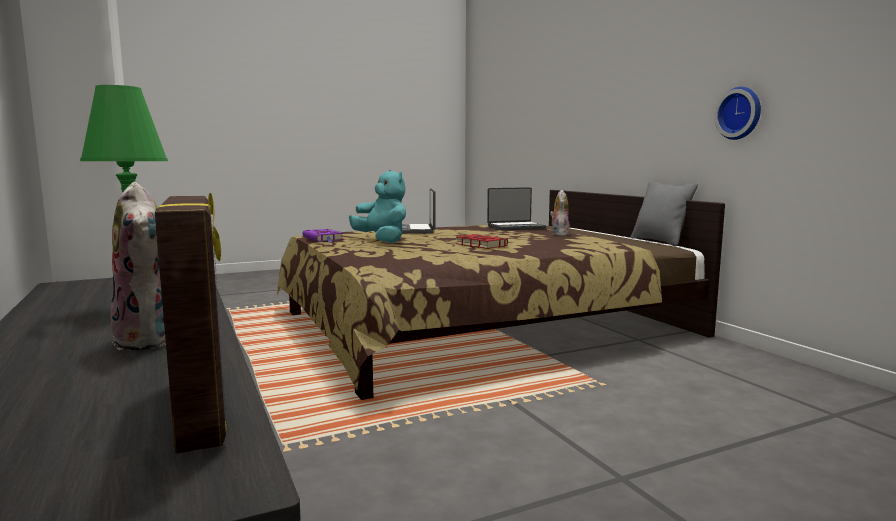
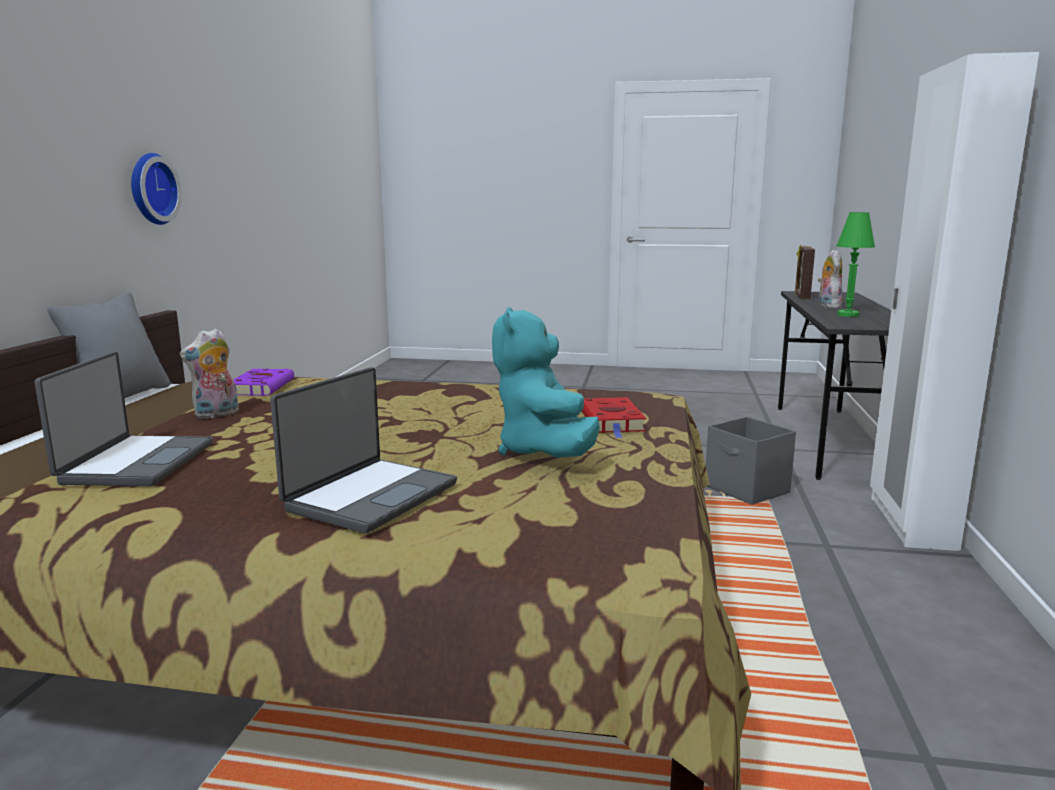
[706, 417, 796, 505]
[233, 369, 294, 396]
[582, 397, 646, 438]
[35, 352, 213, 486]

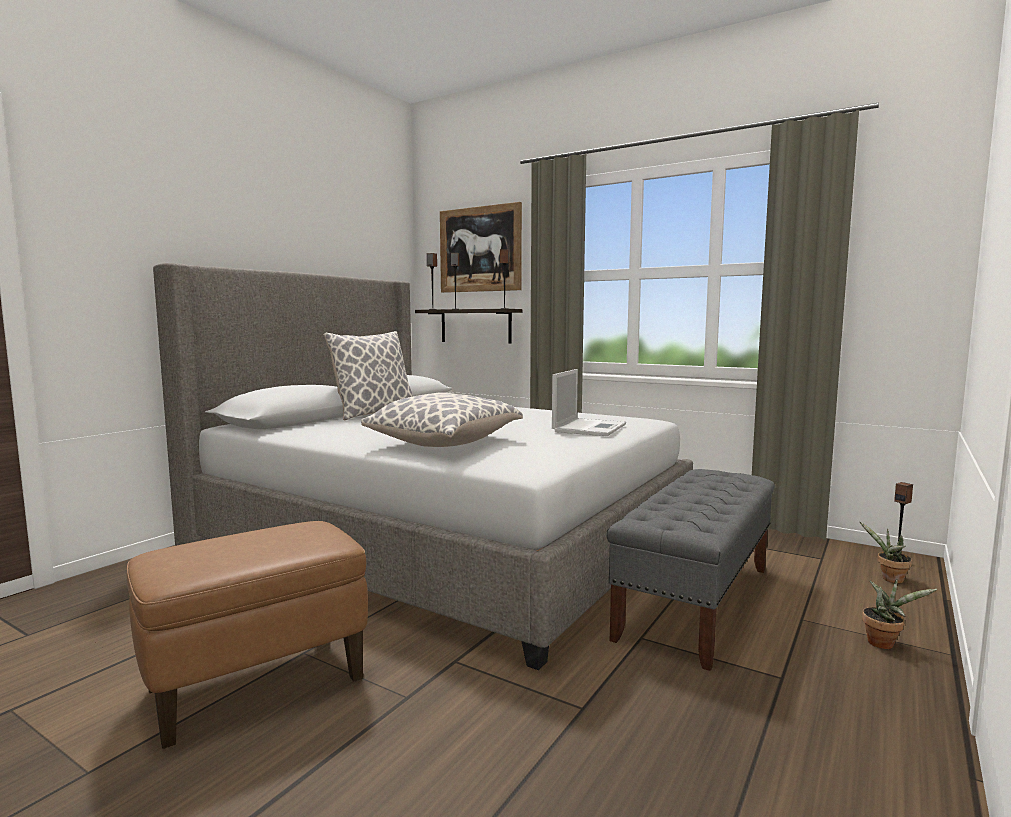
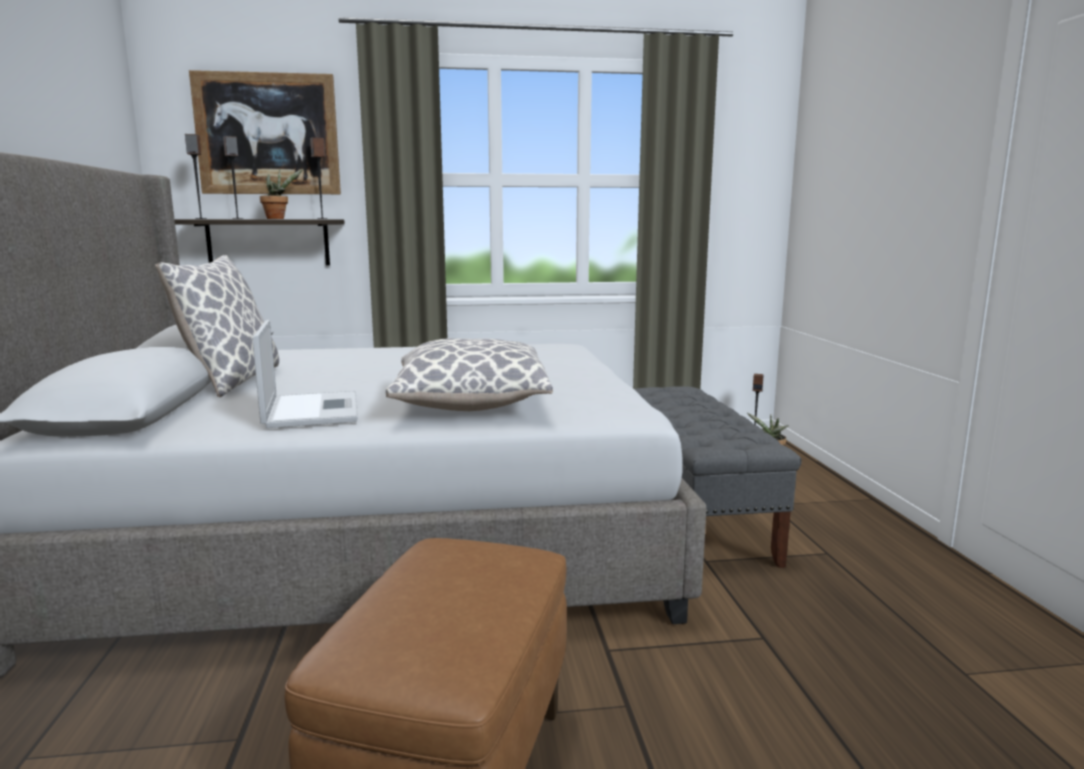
[252, 320, 358, 428]
[260, 168, 303, 219]

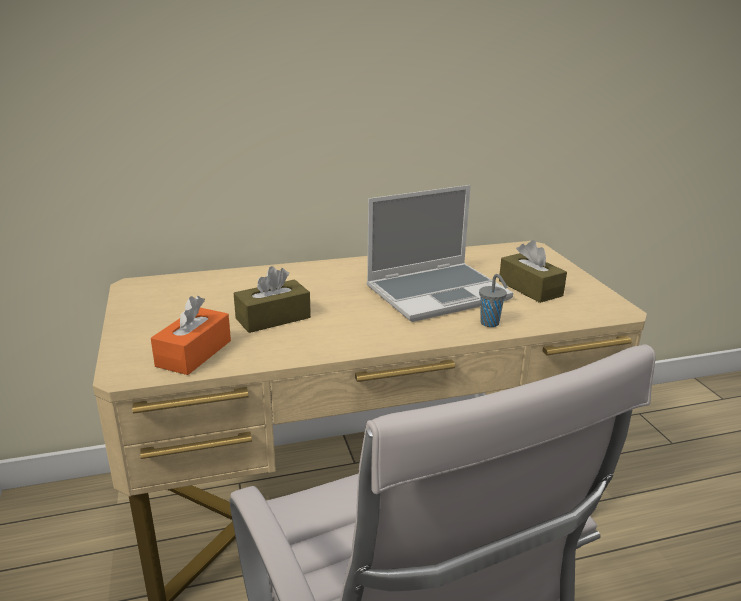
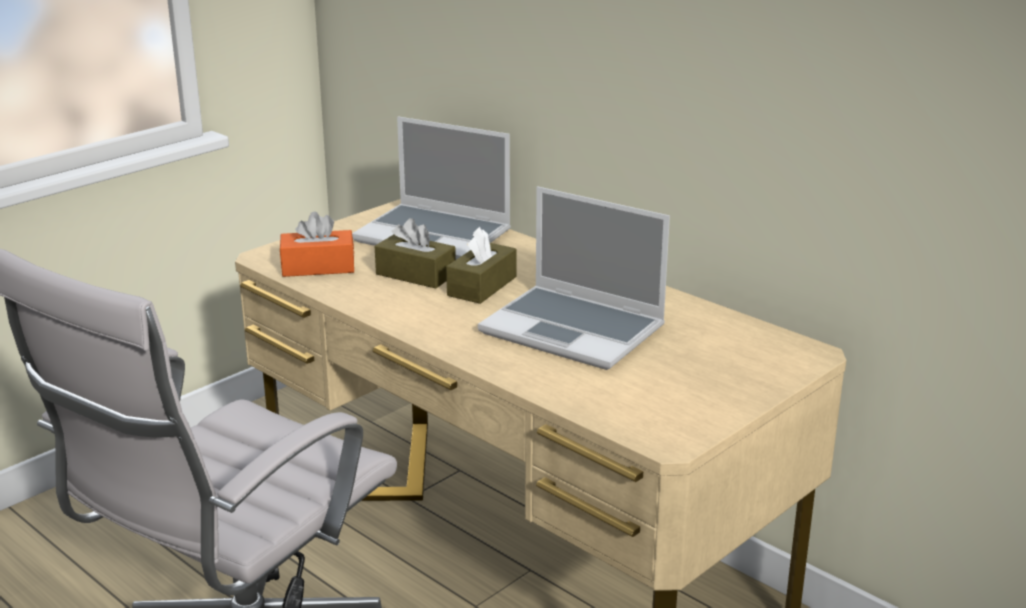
[479, 274, 508, 327] (first image)
[352, 116, 511, 260]
[446, 227, 516, 304]

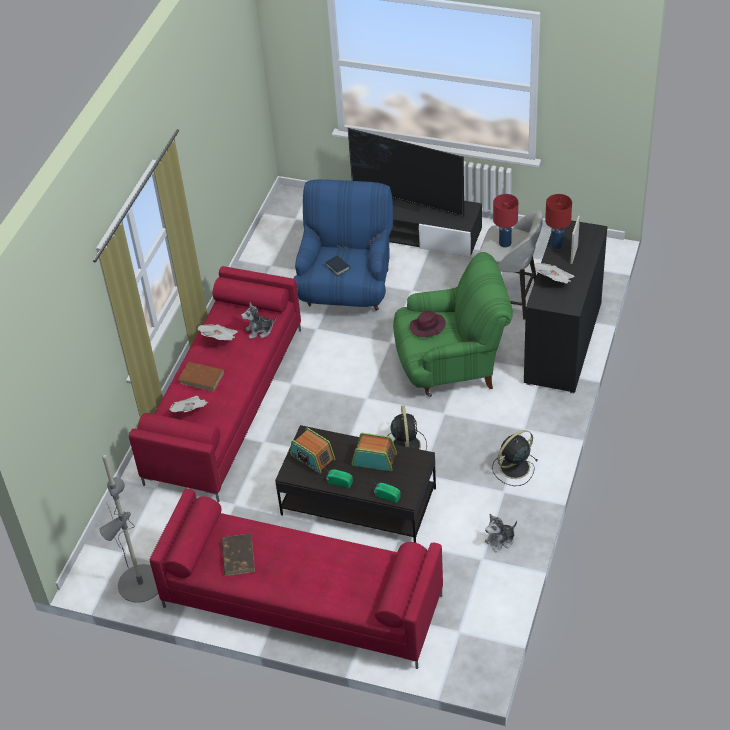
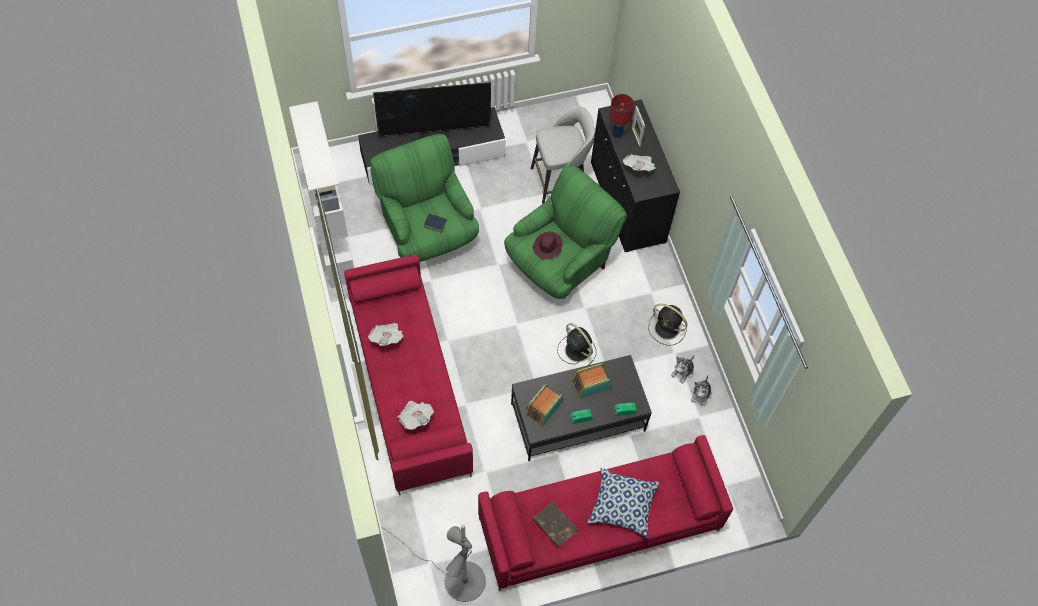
[178, 362, 225, 392] (first image)
[493, 194, 518, 248] (first image)
[289, 101, 354, 288]
[587, 468, 659, 538]
[671, 356, 694, 384]
[370, 134, 479, 262]
[526, 384, 563, 427]
[648, 304, 687, 346]

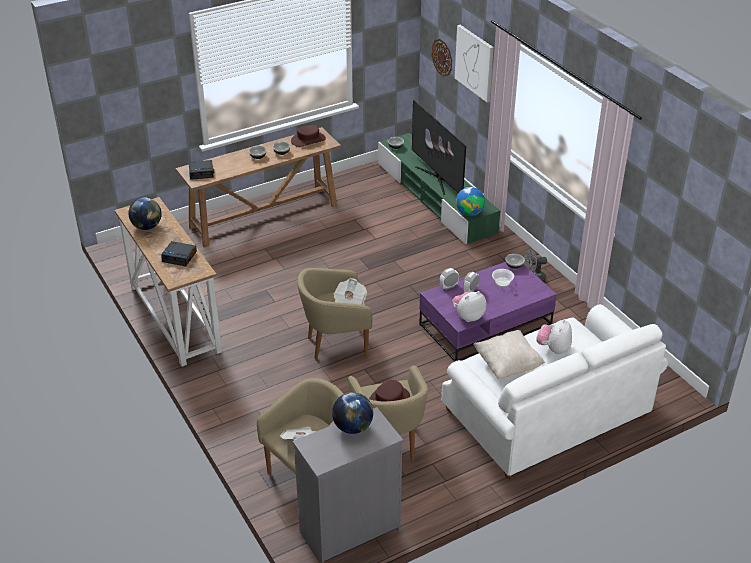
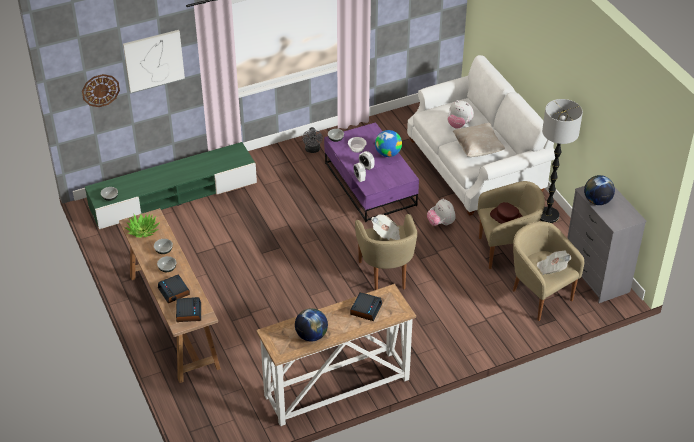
[412, 100, 466, 195] (first image)
[158, 275, 190, 303]
[540, 99, 583, 223]
[427, 199, 456, 226]
[375, 130, 402, 157]
[126, 213, 160, 237]

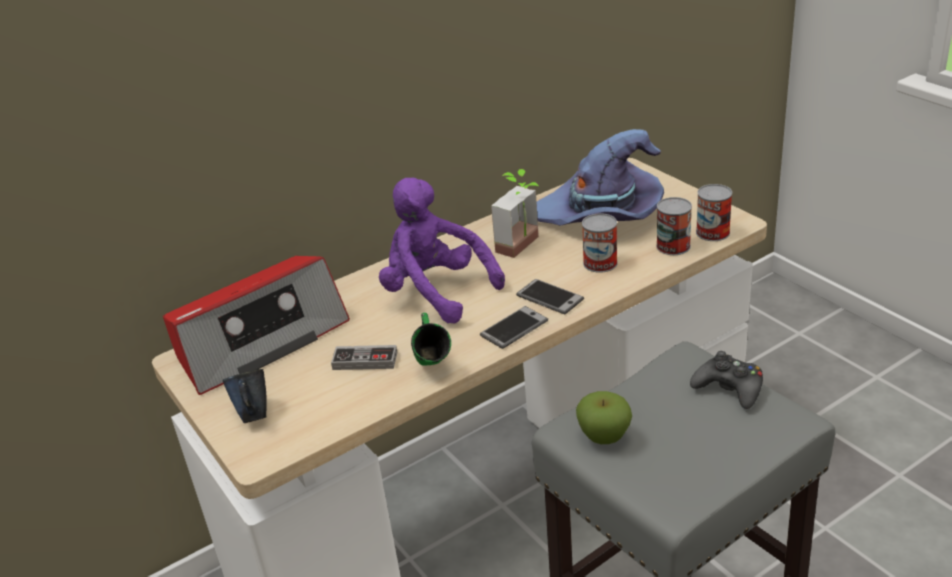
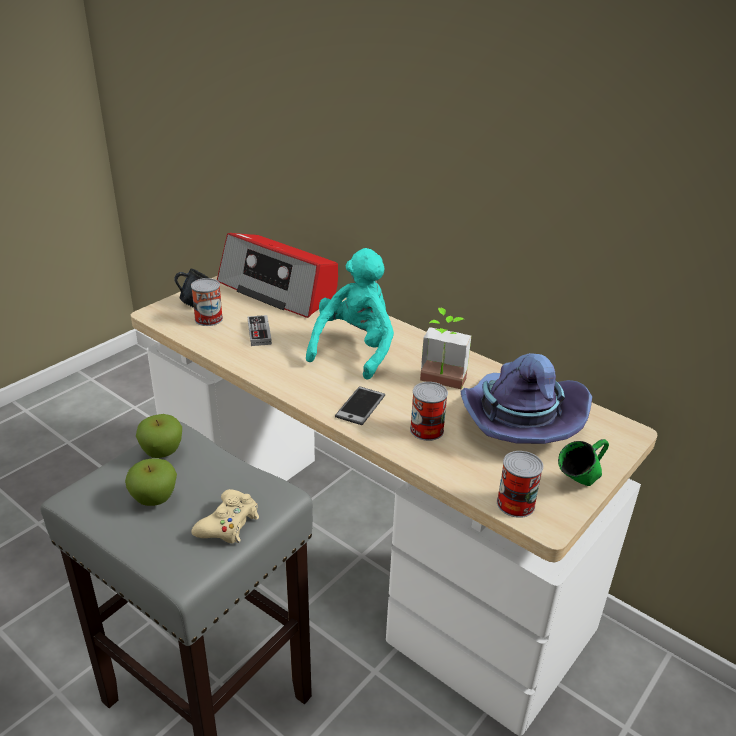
[480, 306, 548, 349] (first image)
[125, 459, 177, 506]
[558, 439, 609, 486]
[191, 278, 223, 326]
[306, 248, 394, 380]
[191, 489, 259, 544]

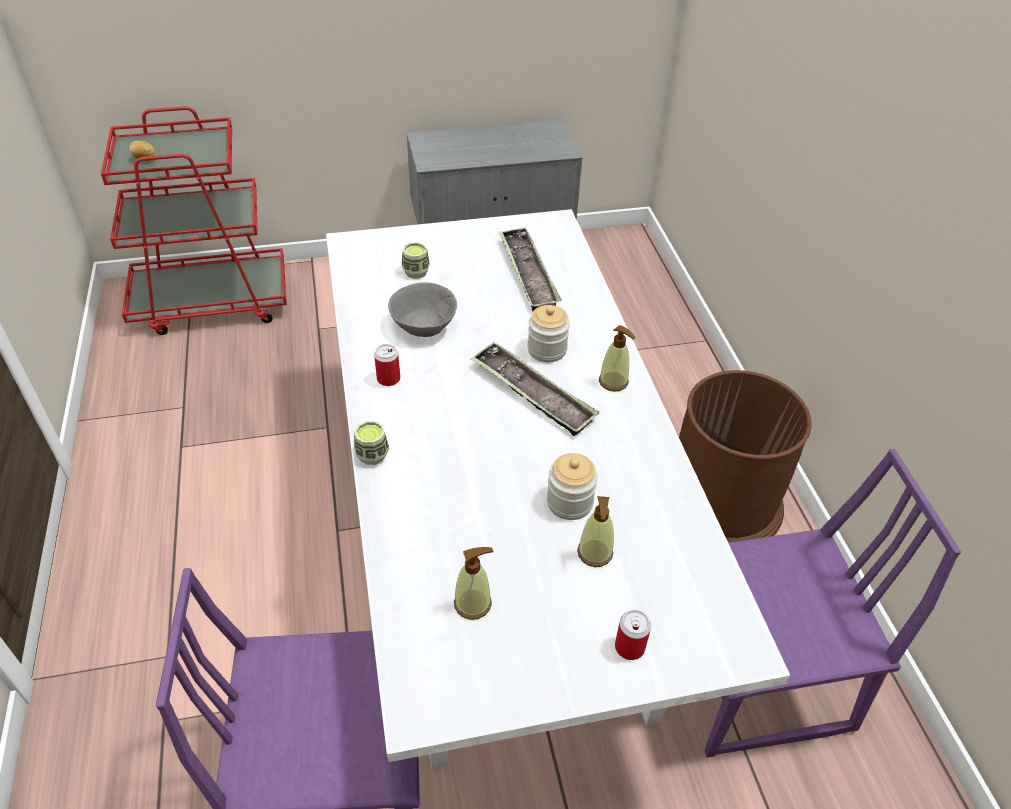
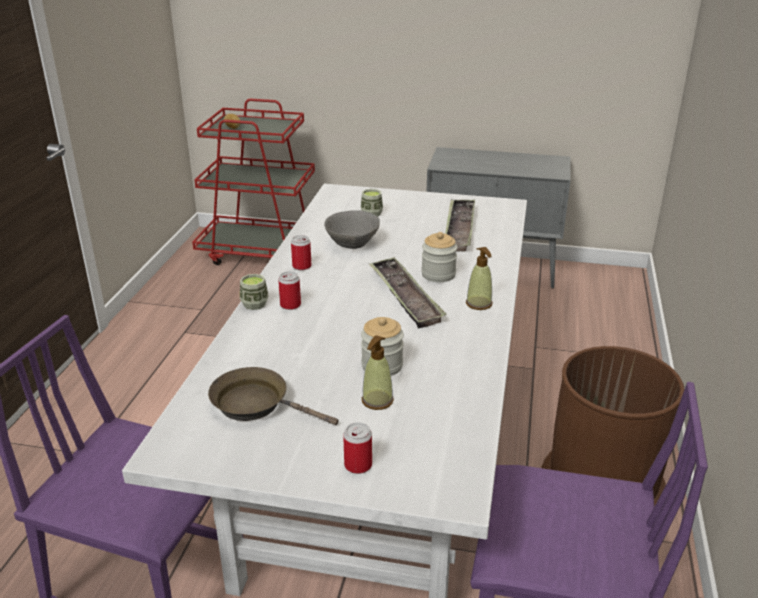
[278, 271, 301, 310]
[208, 367, 339, 425]

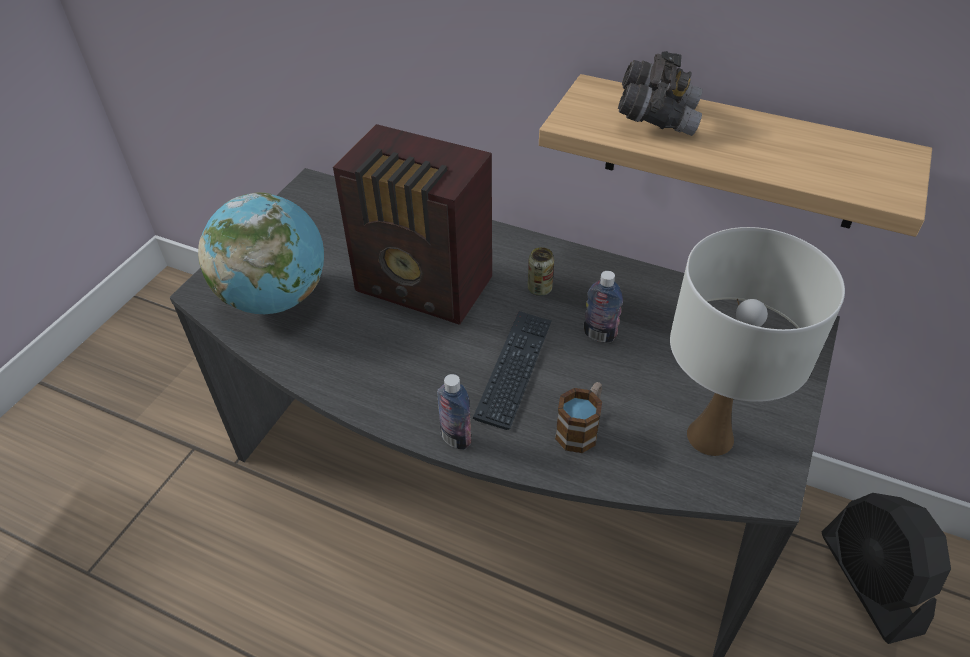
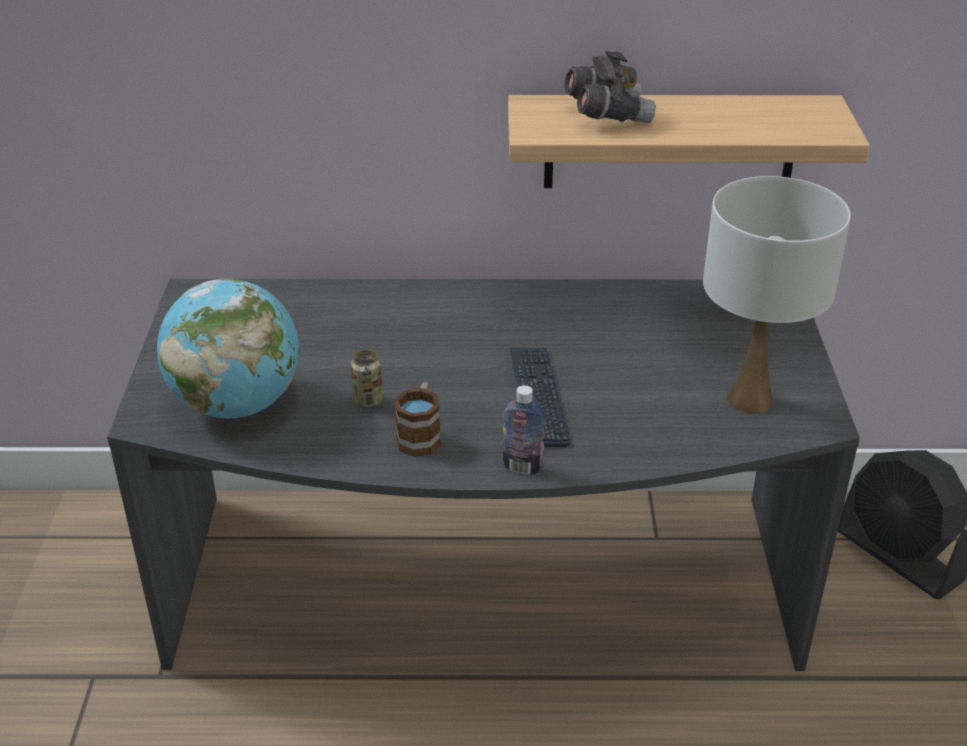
[333, 124, 492, 325] (first image)
[584, 271, 623, 342] (first image)
[351, 350, 383, 408]
[394, 382, 441, 457]

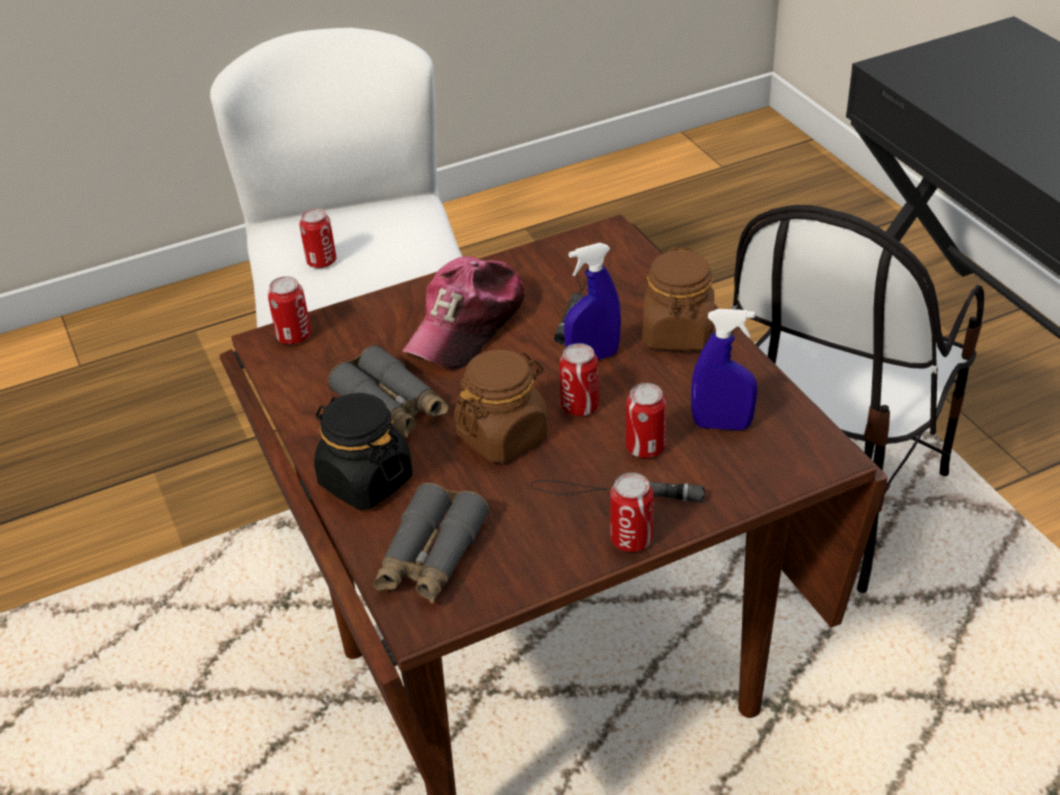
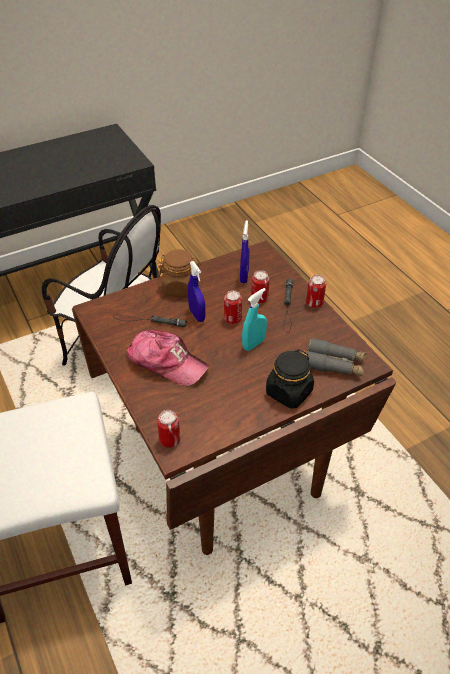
[299, 208, 337, 268] (first image)
[328, 345, 449, 438] (first image)
[242, 288, 267, 351]

